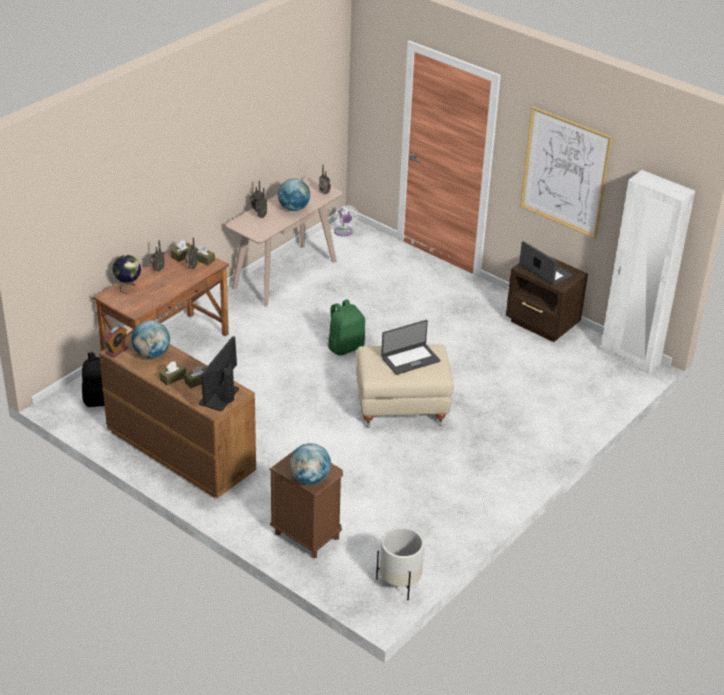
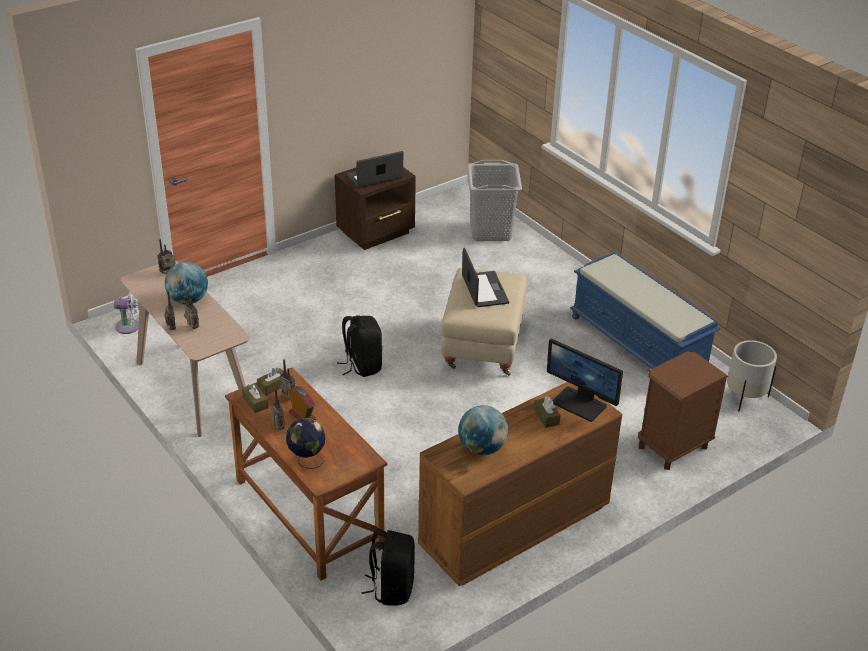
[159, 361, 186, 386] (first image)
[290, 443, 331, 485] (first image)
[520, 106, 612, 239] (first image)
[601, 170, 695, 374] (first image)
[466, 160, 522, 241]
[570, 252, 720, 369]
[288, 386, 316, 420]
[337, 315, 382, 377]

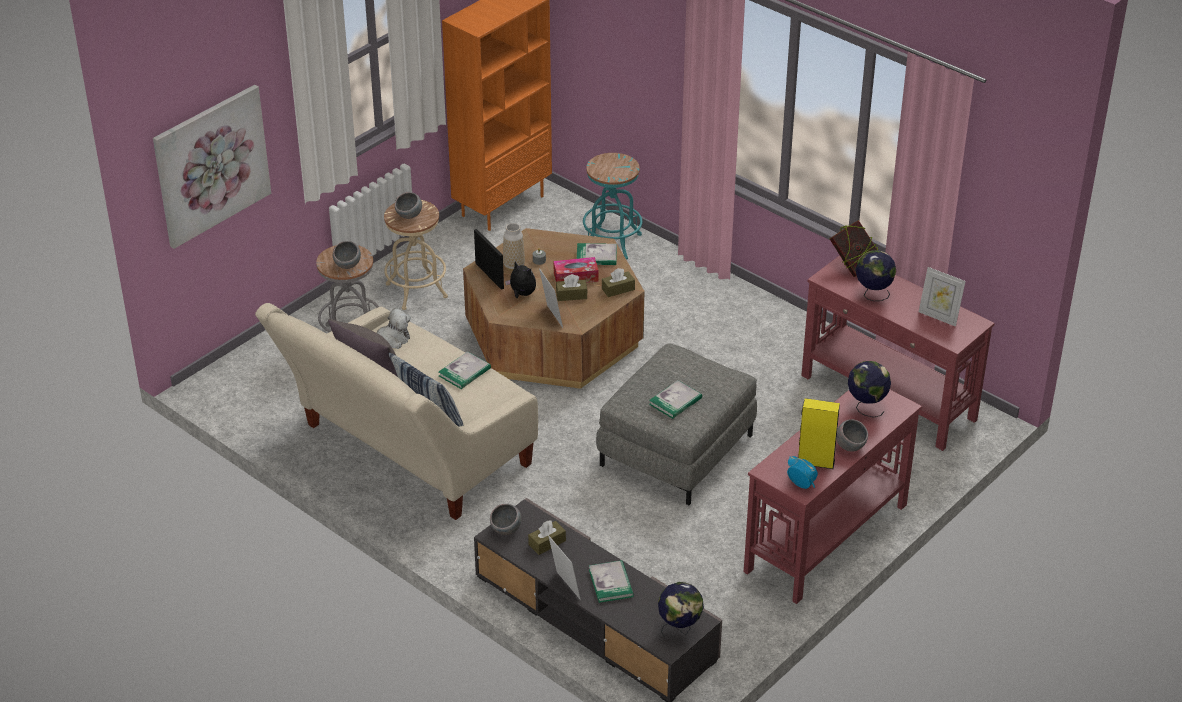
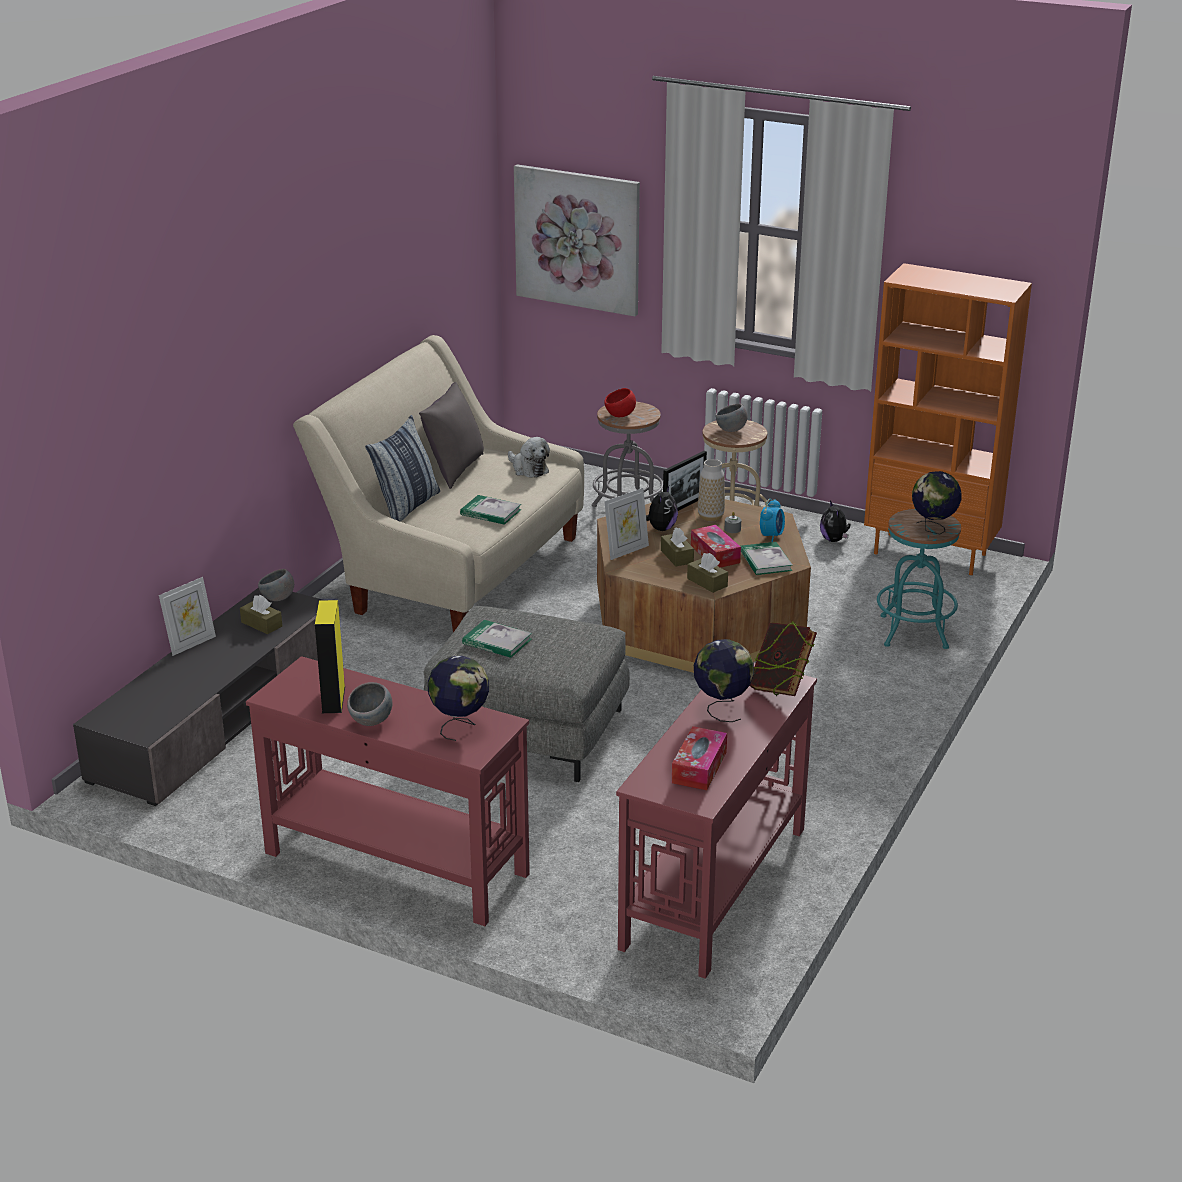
[589, 560, 634, 603] (first image)
[820, 501, 851, 542]
[912, 471, 962, 534]
[760, 499, 785, 542]
[672, 726, 727, 790]
[604, 388, 636, 417]

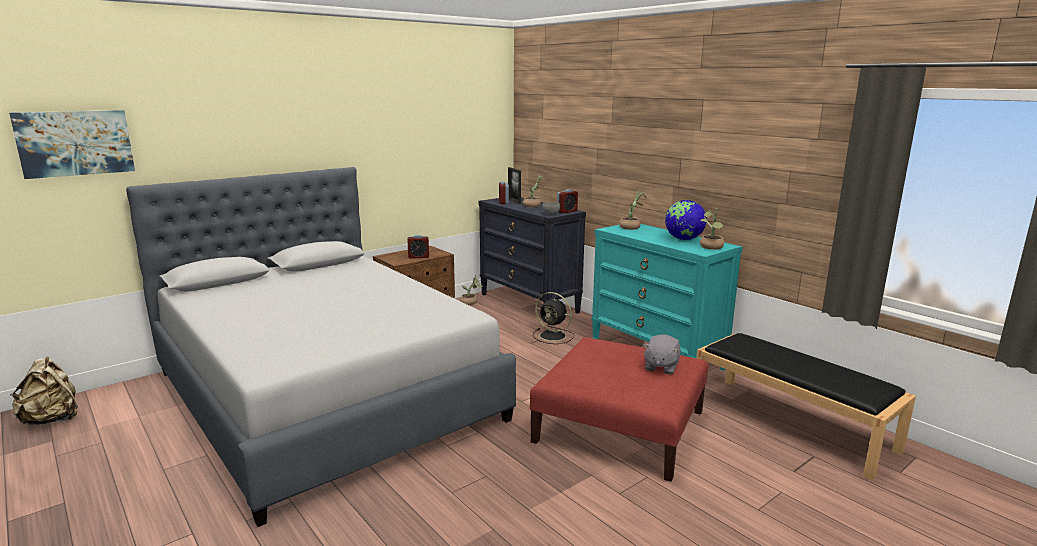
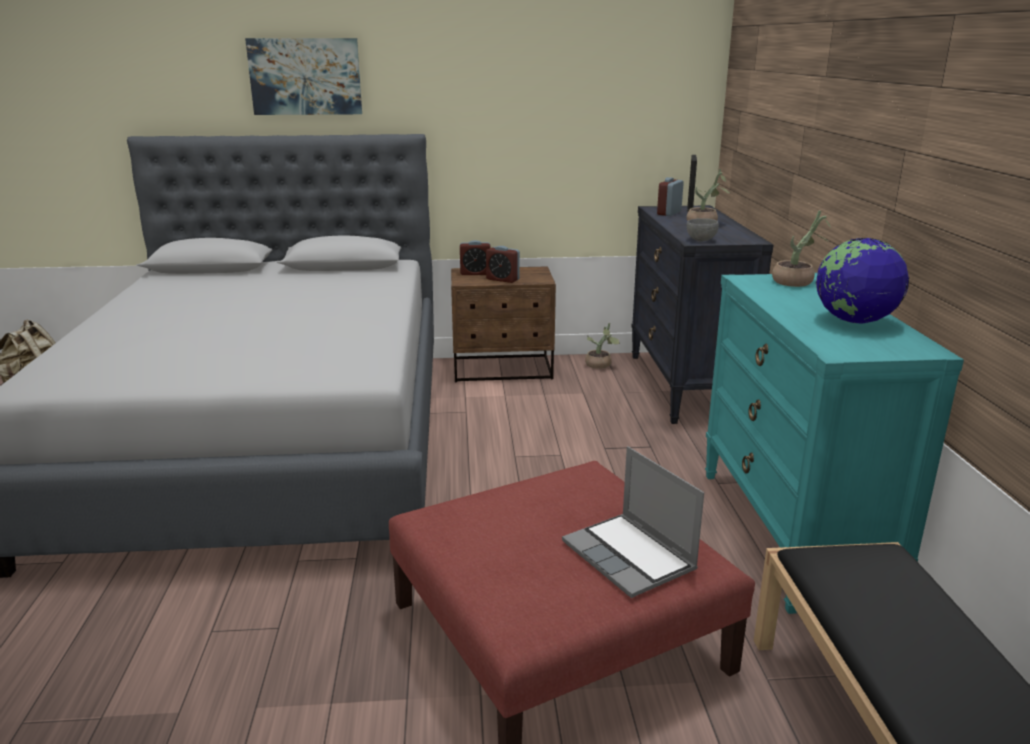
[533, 292, 574, 344] (first image)
[700, 208, 724, 250] (first image)
[245, 38, 362, 115]
[460, 240, 491, 275]
[562, 446, 704, 598]

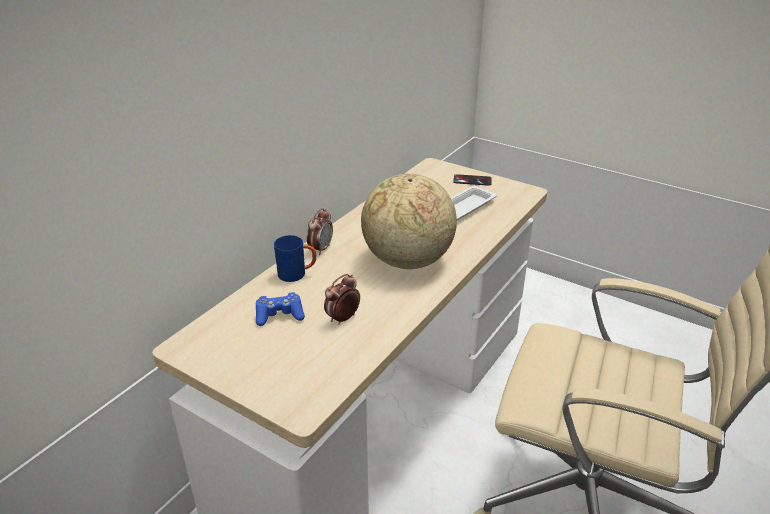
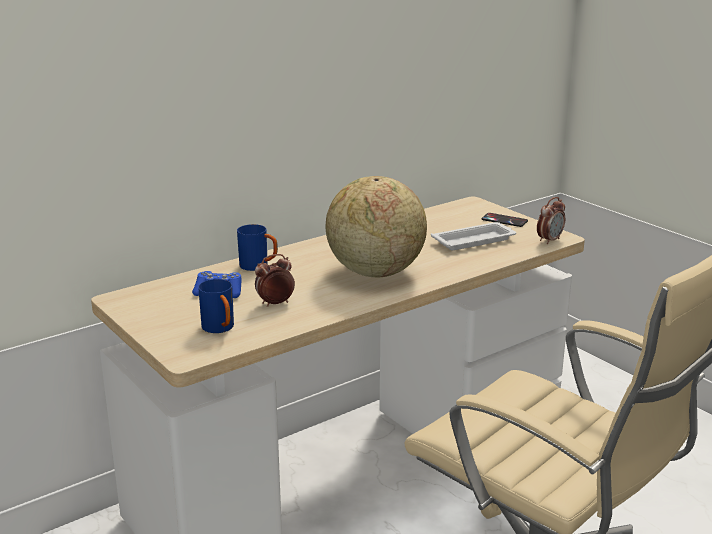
[198, 279, 234, 333]
[537, 197, 565, 244]

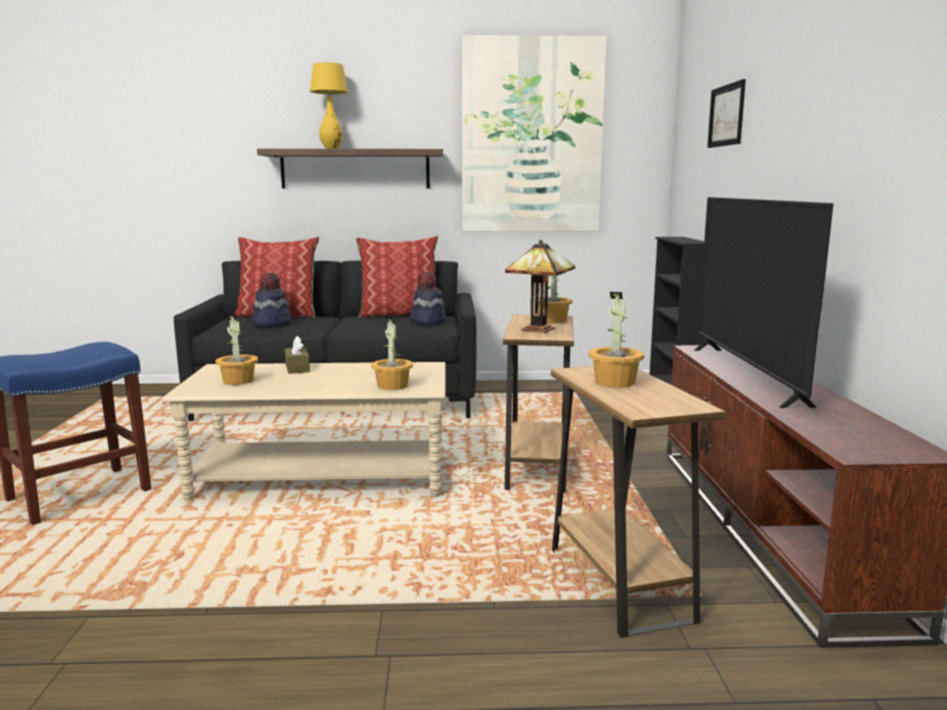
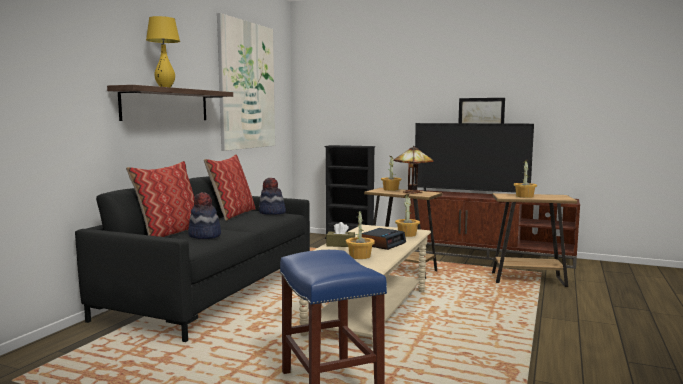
[362, 228, 406, 250]
[458, 98, 505, 123]

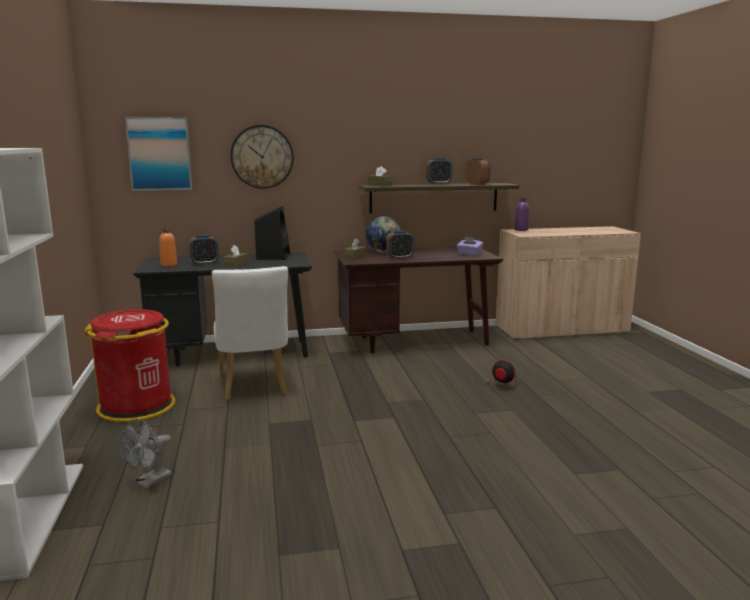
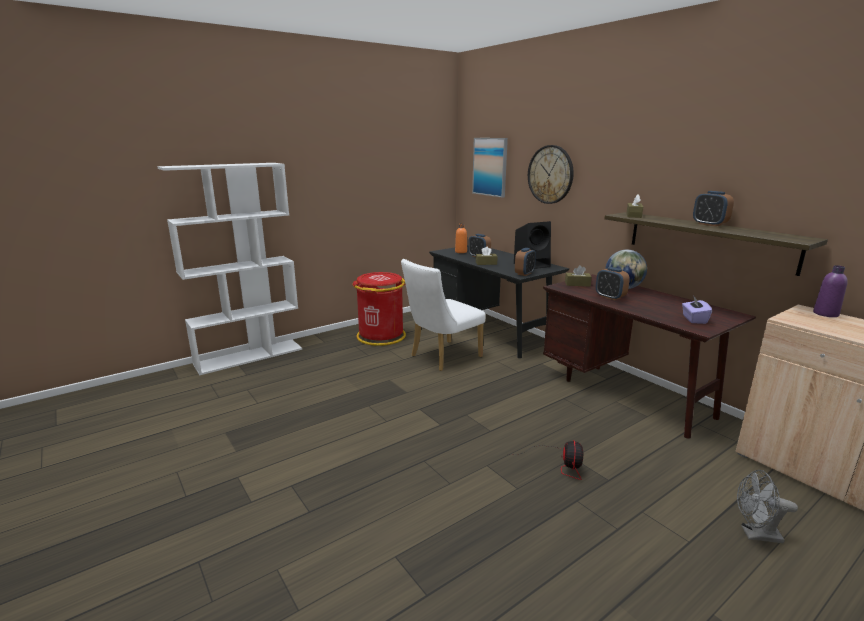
[737, 470, 798, 543]
[515, 248, 536, 276]

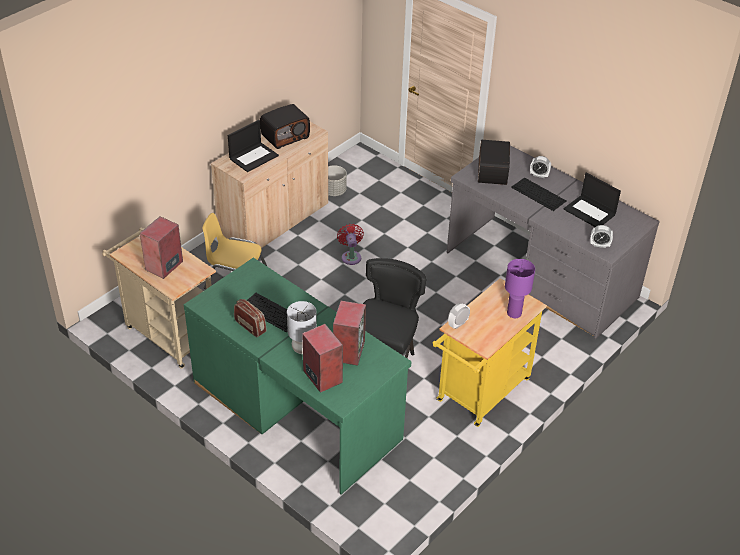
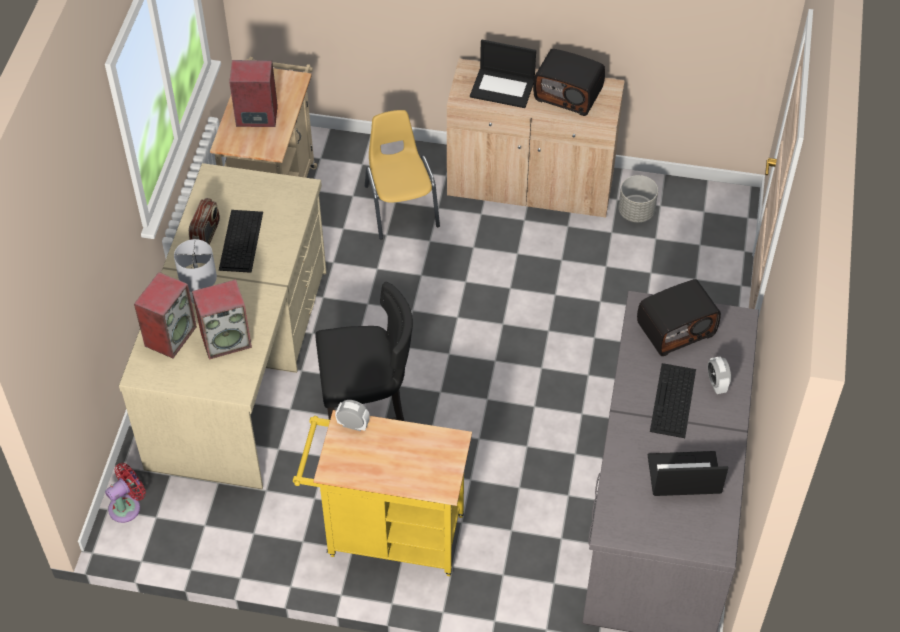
[505, 259, 535, 318] (first image)
[590, 225, 613, 248] (first image)
[105, 463, 146, 523]
[119, 163, 327, 489]
[648, 451, 728, 496]

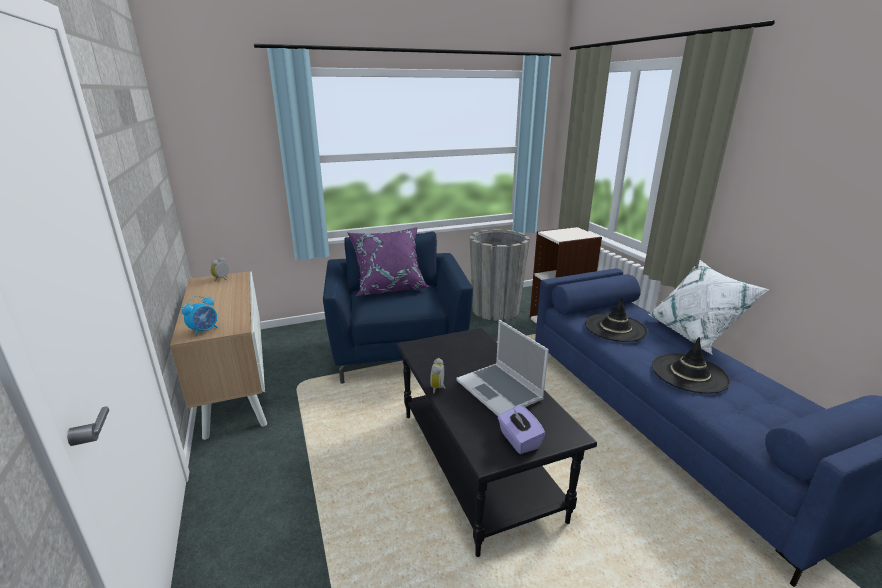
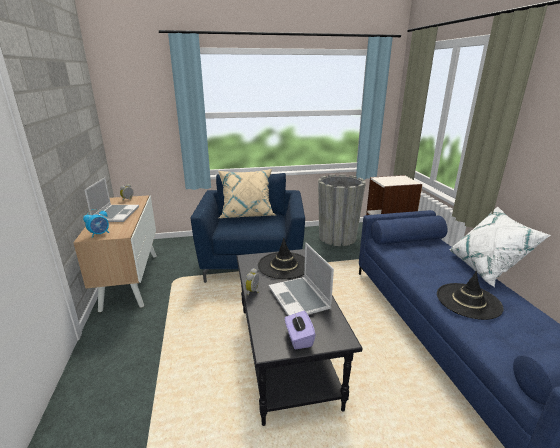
[85, 177, 139, 222]
[258, 238, 305, 279]
[218, 169, 276, 218]

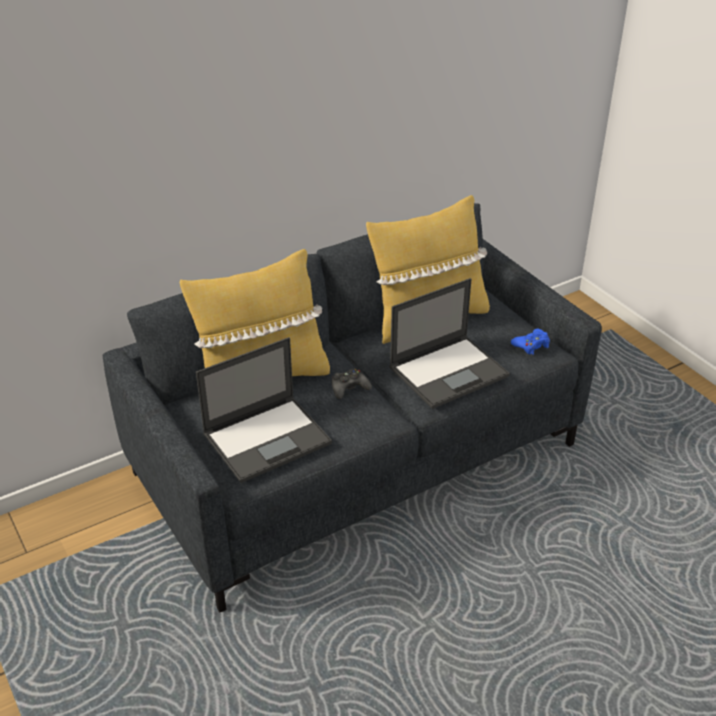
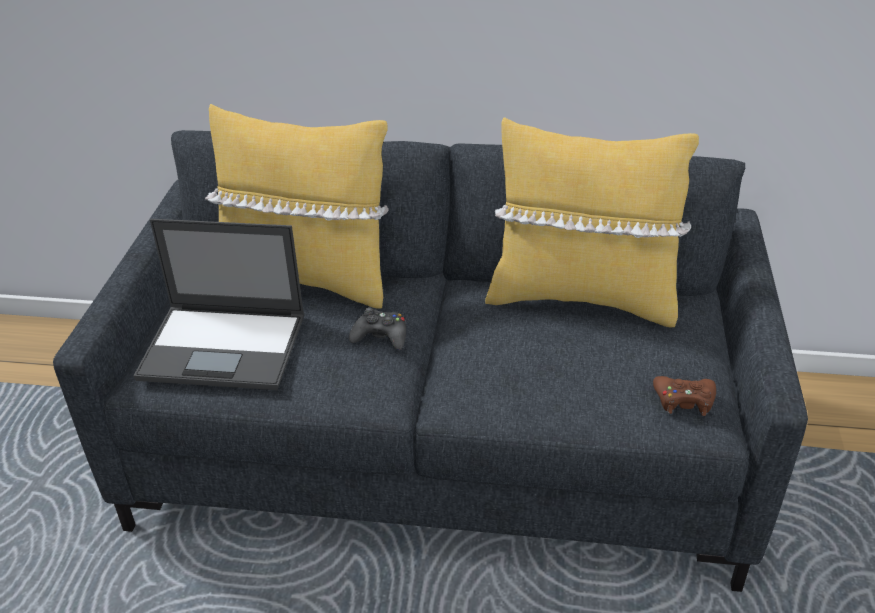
[389, 278, 510, 409] (first image)
[653, 376, 716, 416]

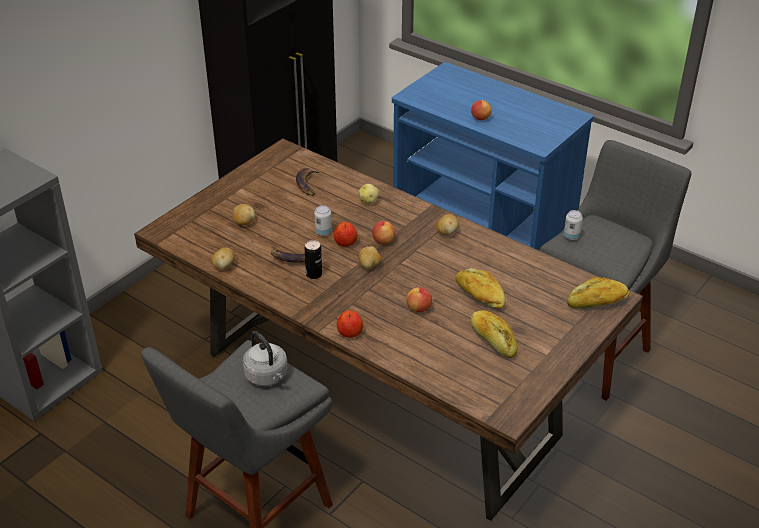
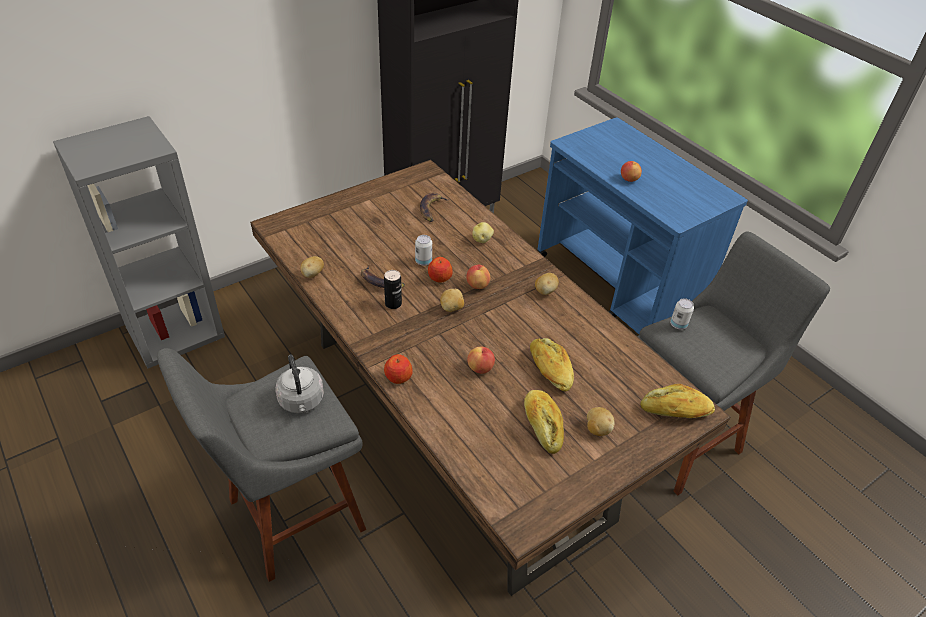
[587, 407, 615, 436]

